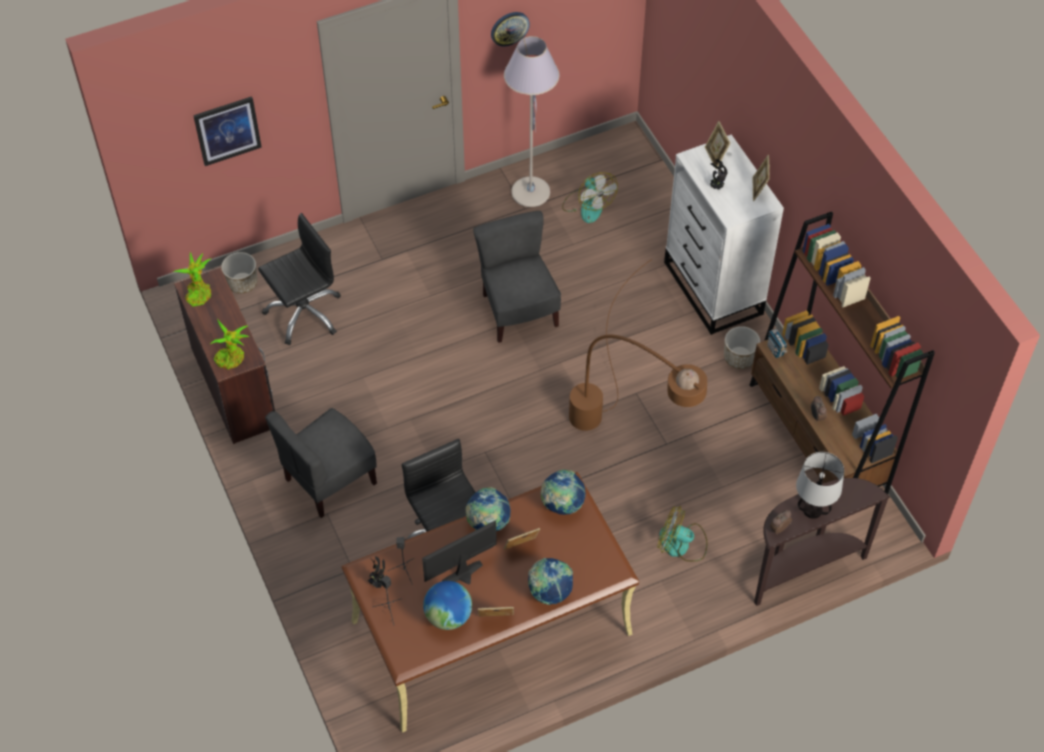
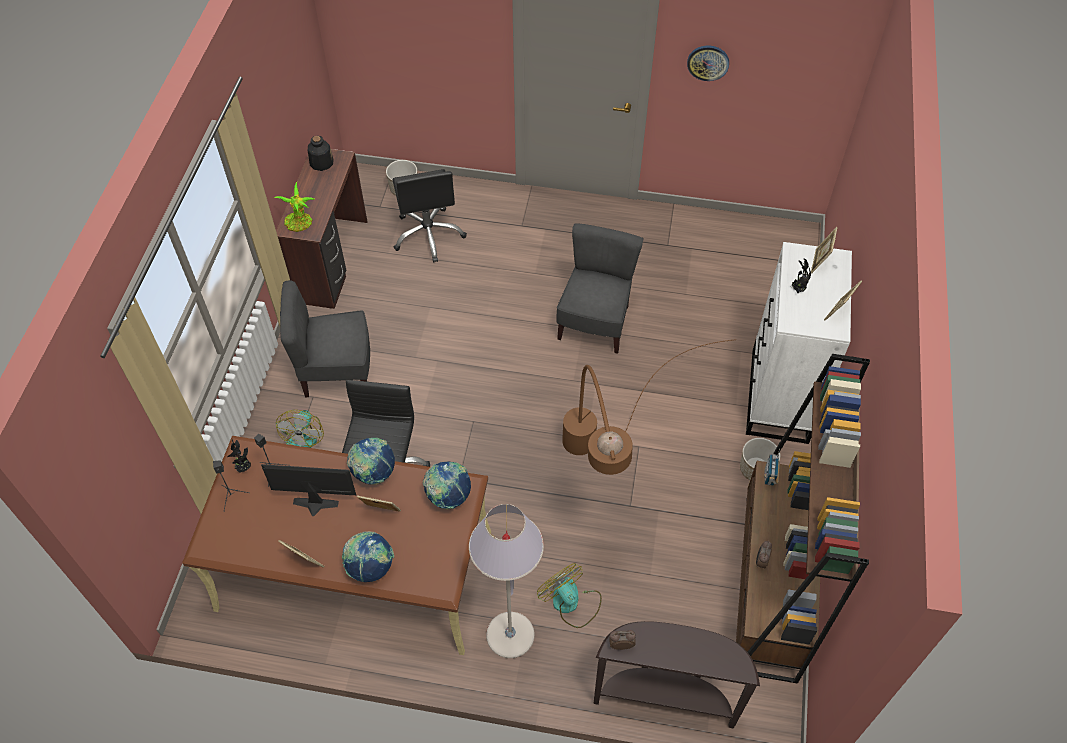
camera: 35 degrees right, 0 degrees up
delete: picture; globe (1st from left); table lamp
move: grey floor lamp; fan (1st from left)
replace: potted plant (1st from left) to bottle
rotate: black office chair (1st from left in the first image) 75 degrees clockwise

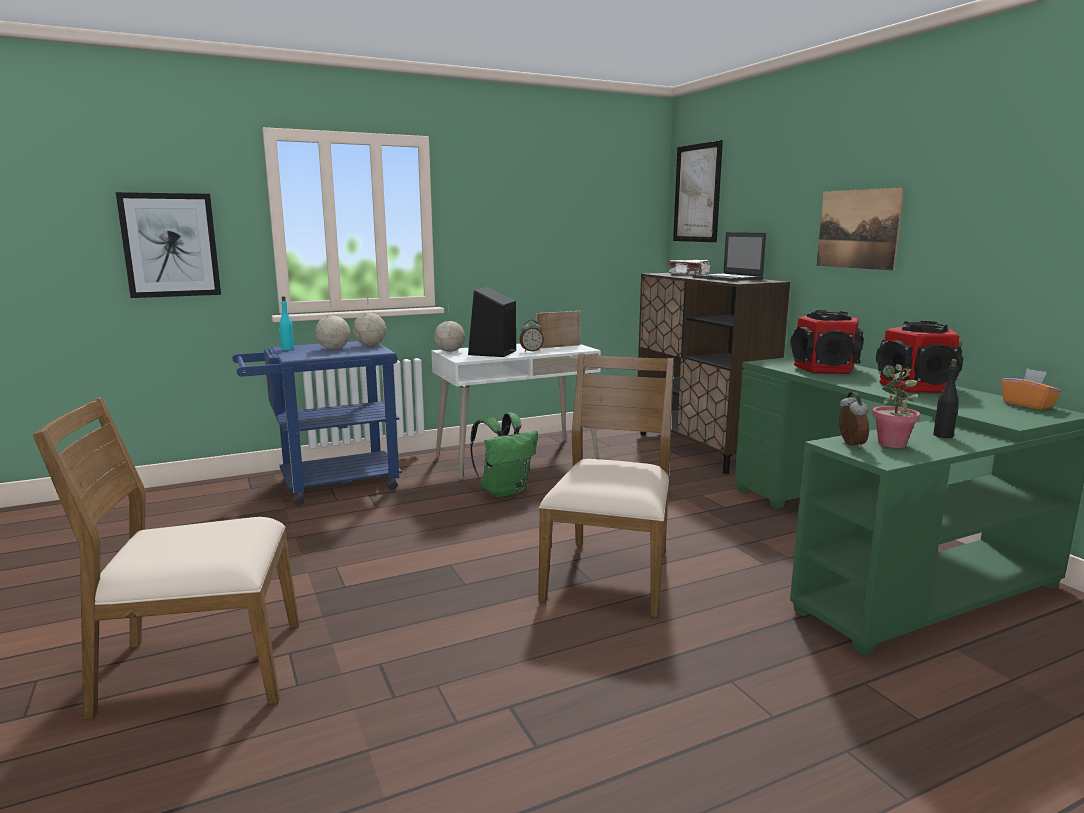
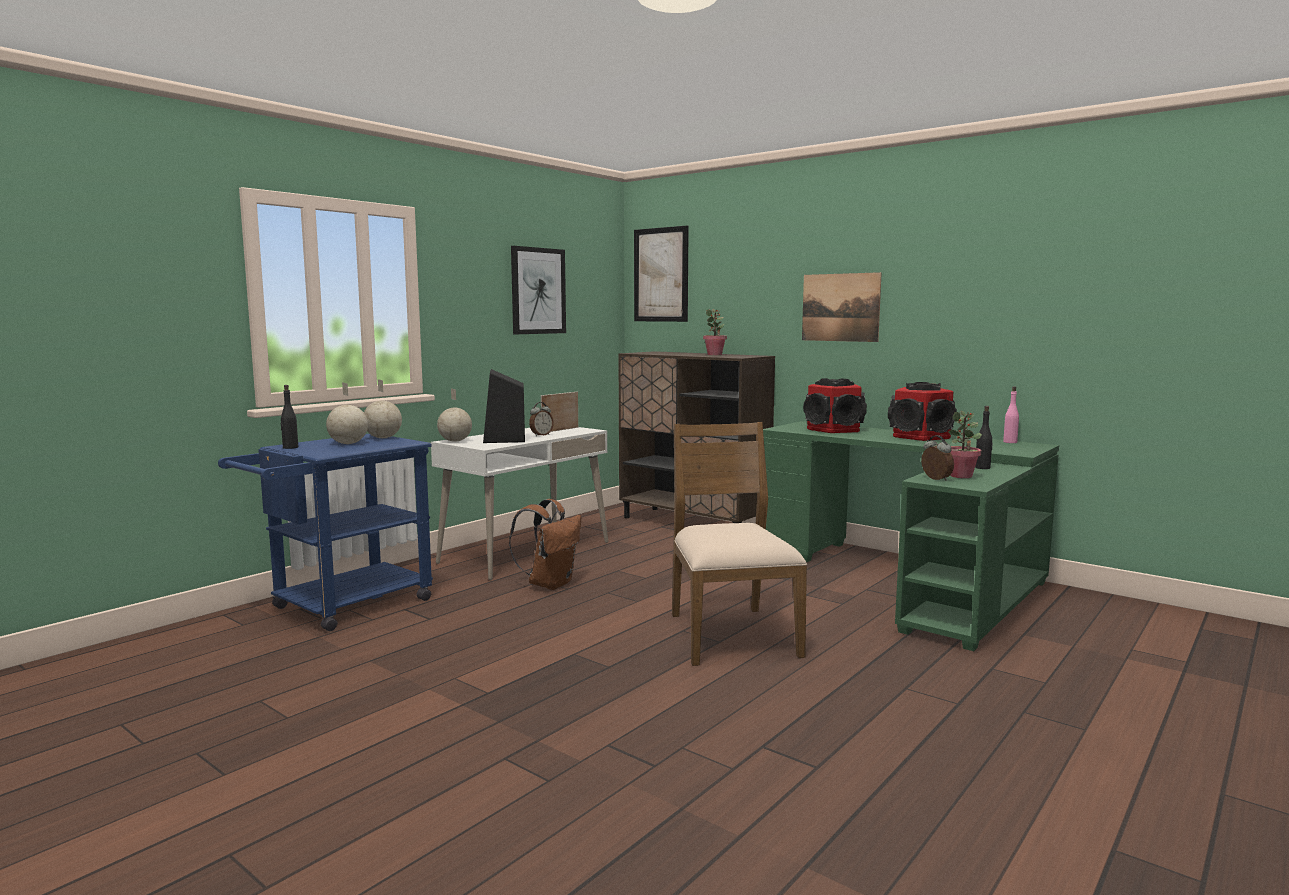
camera: 25 degrees left, 5 degrees down
delete: brown chair (1st from left); white book
move: picture (1st from left)
replace: laptop to potted plant (1st from left); orange tissue box to pink bottle
recolor: turquoise bottle to black bottle (1st from left); green backpack to brown backpack

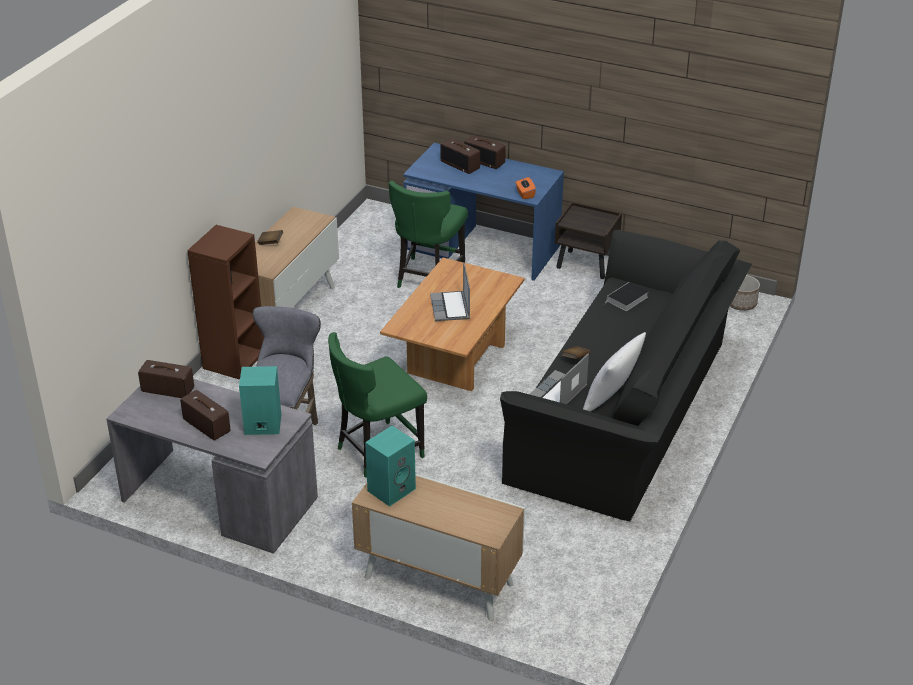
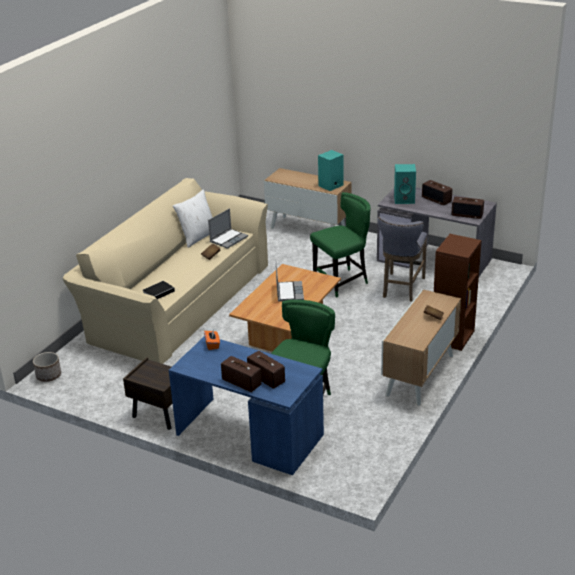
camera: 175 degrees left, 5 degrees down
recolor: black sofa to beige sofa

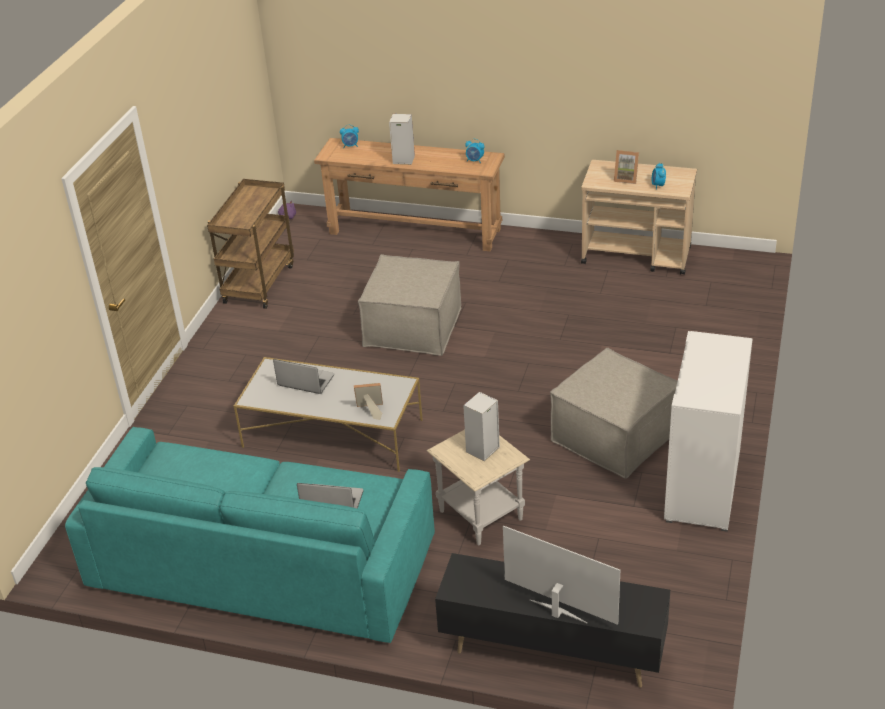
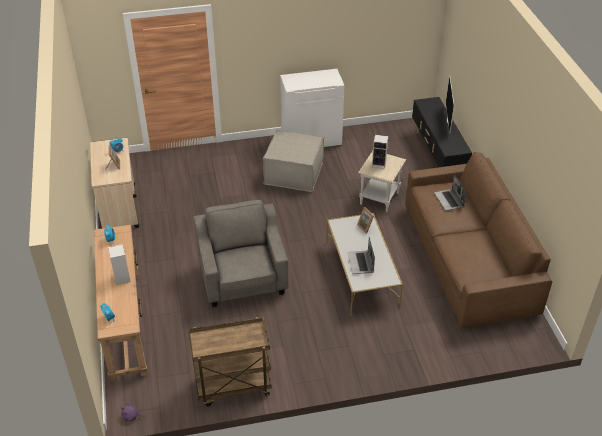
camera: 120 degrees left, 5 degrees up
replace: beige ottoman (1st from left) to grey armchair
recolor: turquoise sofa to brown sofa

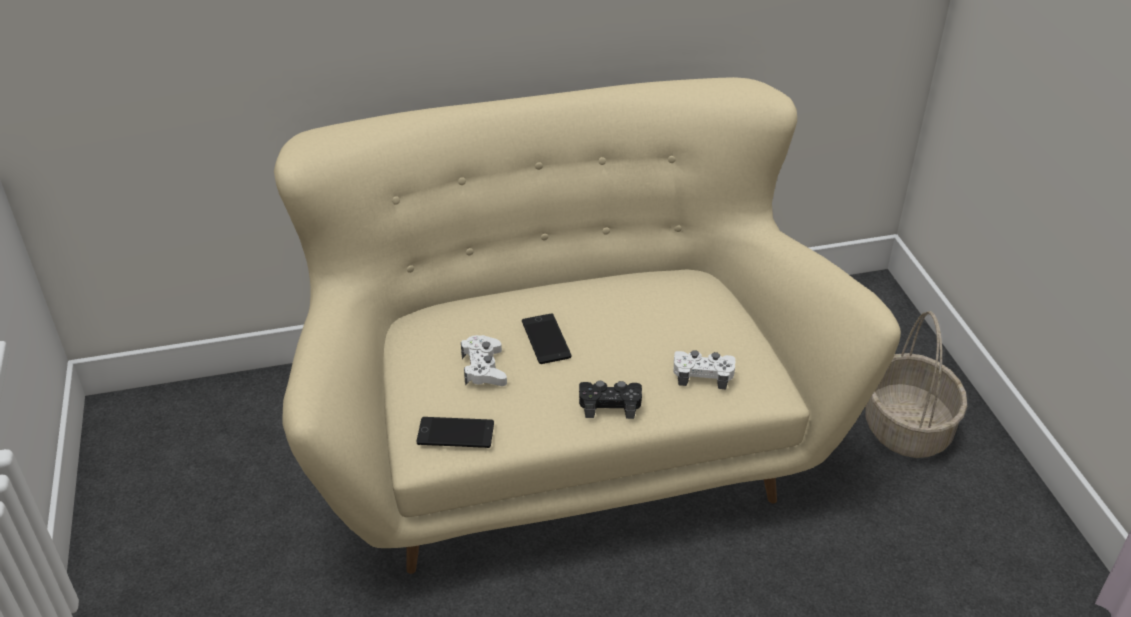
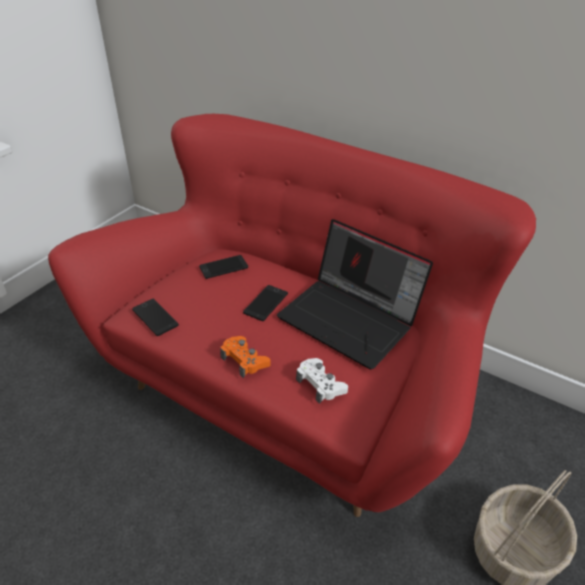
camera: 45 degrees right, 0 degrees up
delete: white game controller (1st from left)
insert: phone (2nd from left); laptop
recolor: beige sofa to red sofa; black game controller to orange game controller

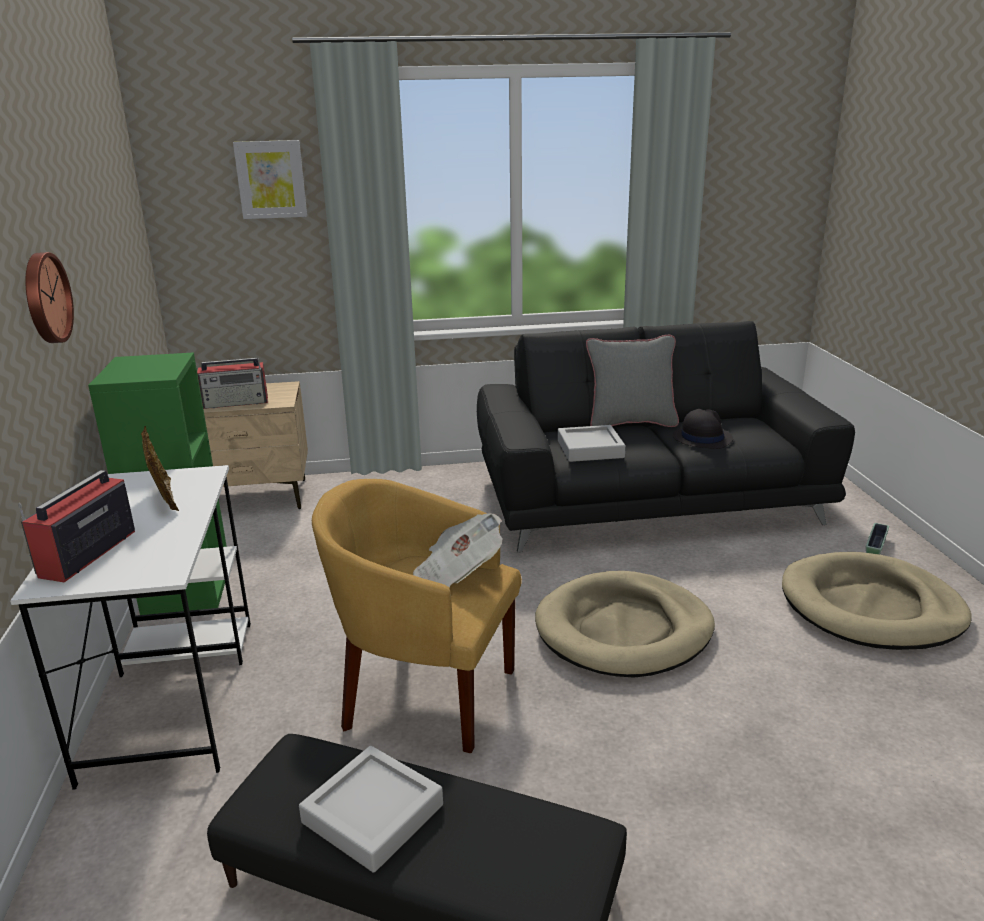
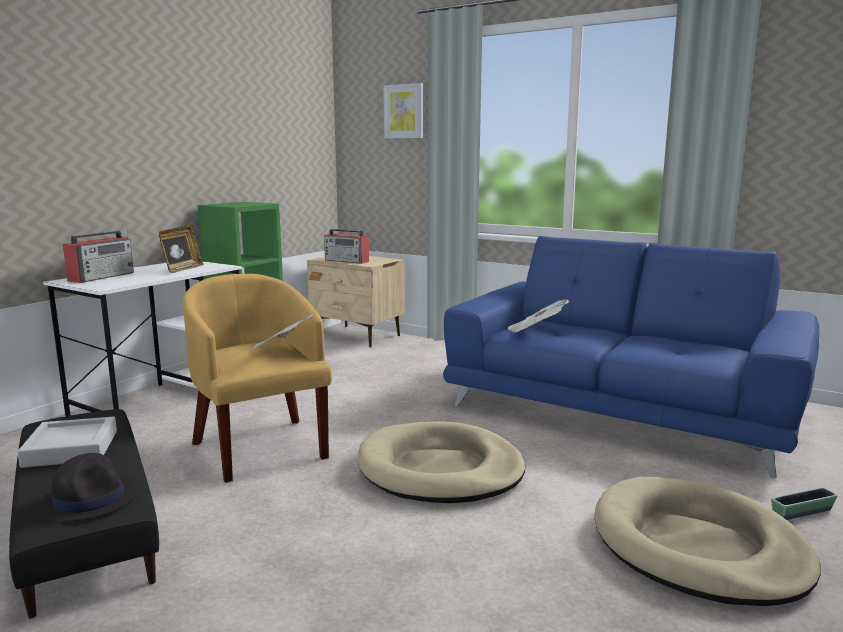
camera: 40 degrees right, 10 degrees down
delete: wall clock; grey pillow
move: black hat
replace: grey tray (2nd from left) to newspaper (2nd from left)
recolor: black sofa to blue sofa
rotate: radio (1st from left) 150 degrees clockwise

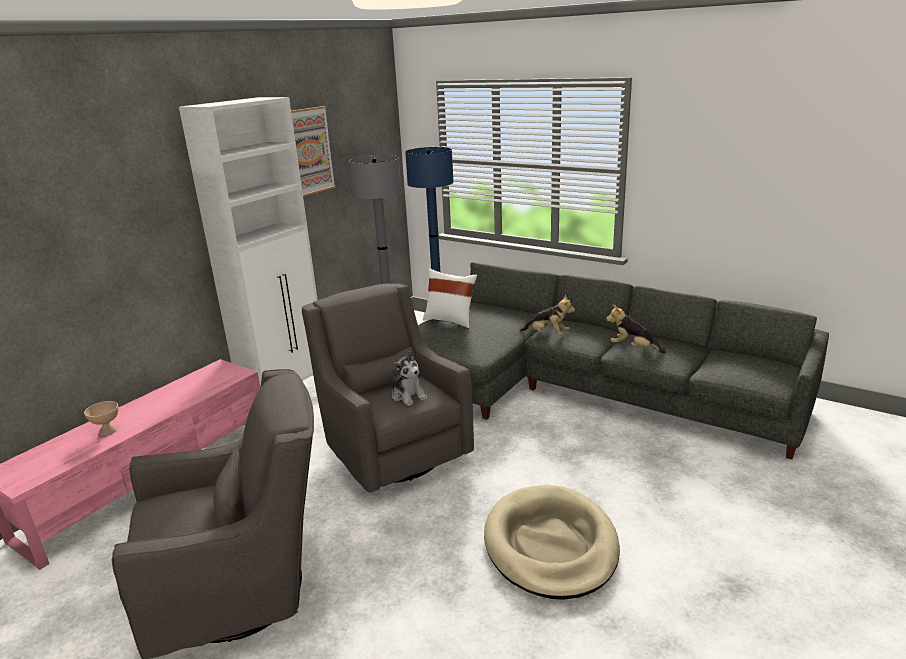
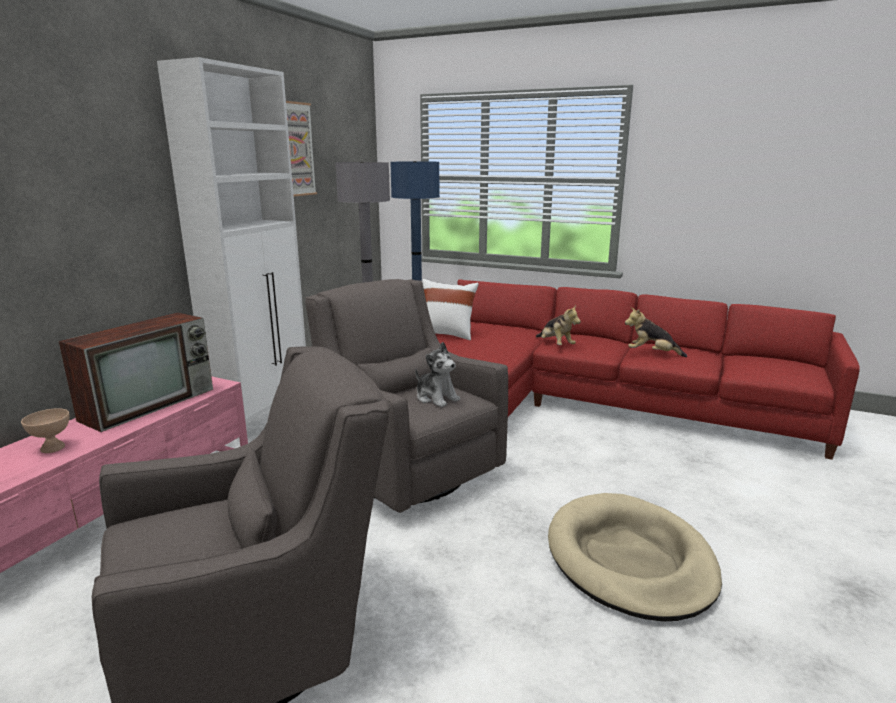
camera: 10 degrees left, 5 degrees down
insert: television
recolor: grey sofa to red sofa
rotate: plush toy (2nd from left) 45 degrees clockwise

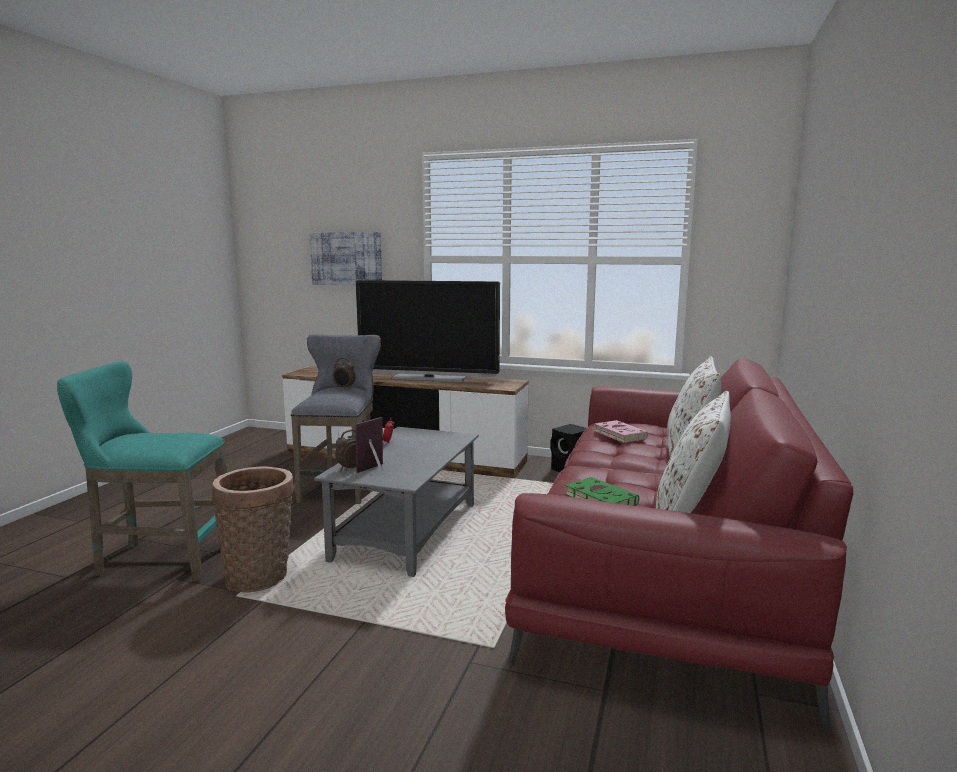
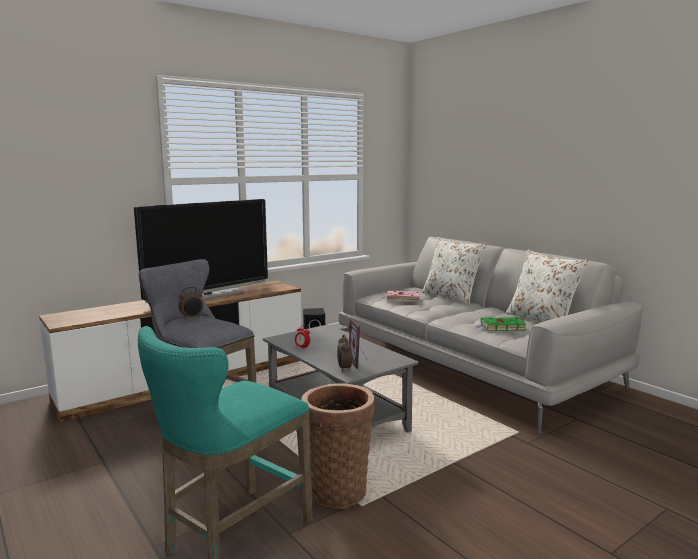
camera: 55 degrees left, 0 degrees up
delete: picture
recolor: red sofa to grey sofa

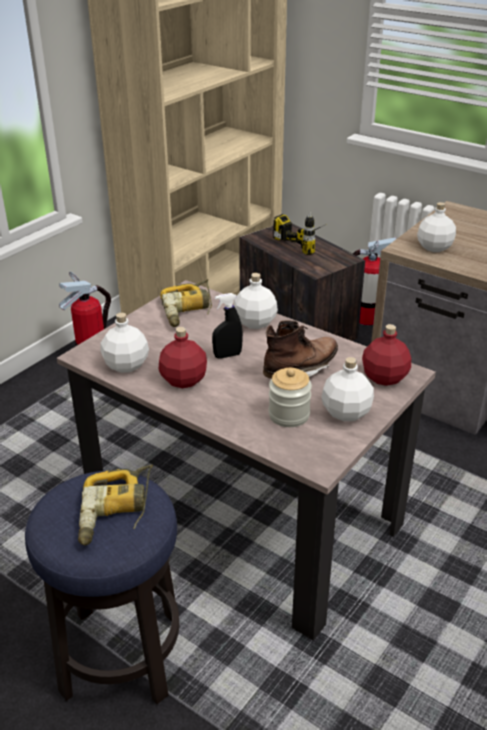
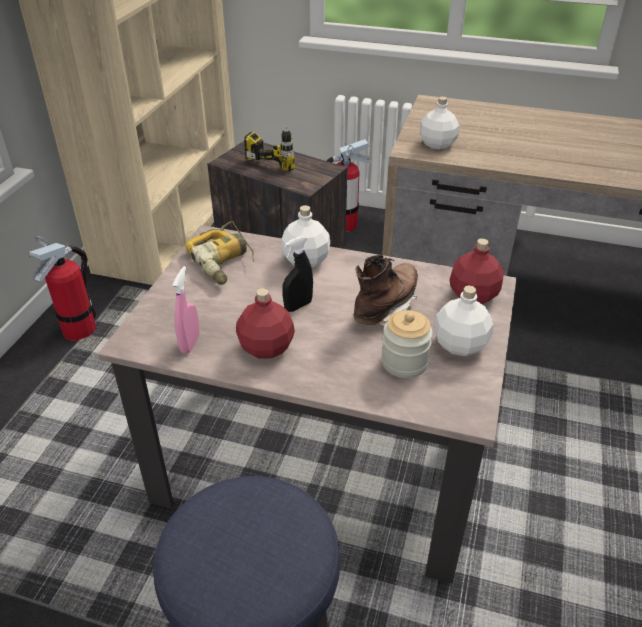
camera: 20 degrees left, 5 degrees up
delete: power drill (1st from left)
replace: white bottle (1st from left) to pink spray bottle

